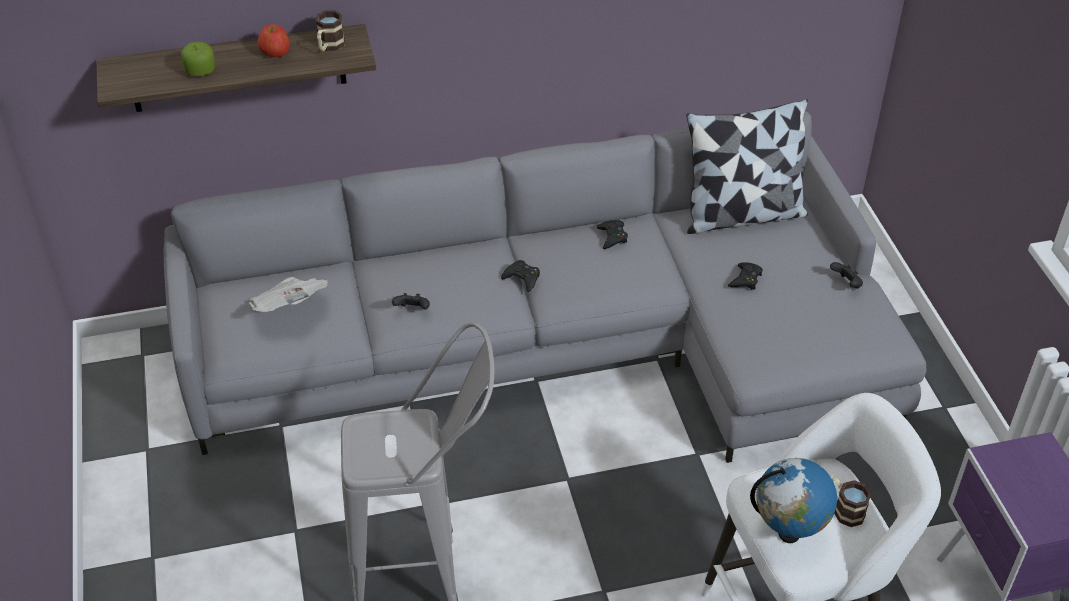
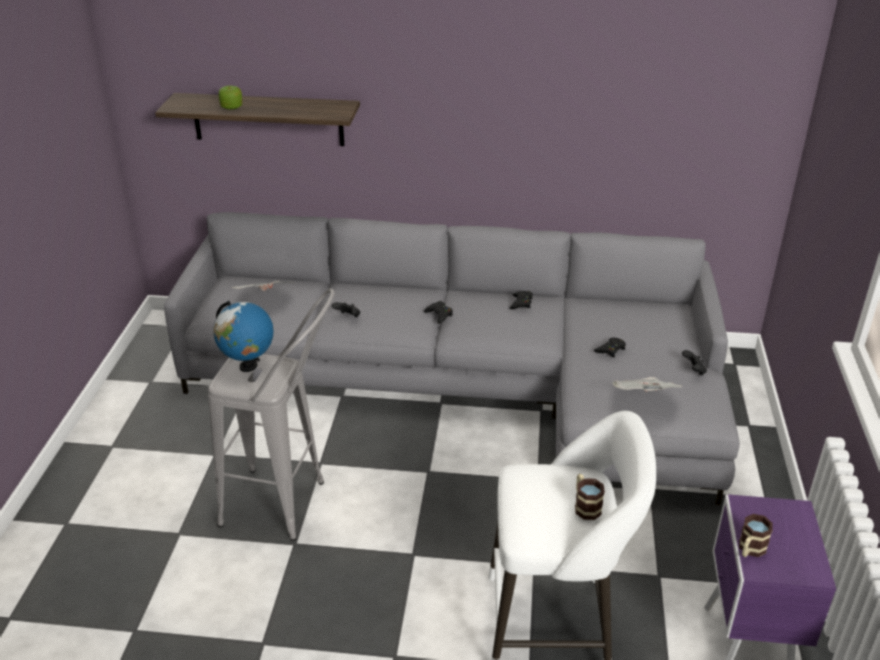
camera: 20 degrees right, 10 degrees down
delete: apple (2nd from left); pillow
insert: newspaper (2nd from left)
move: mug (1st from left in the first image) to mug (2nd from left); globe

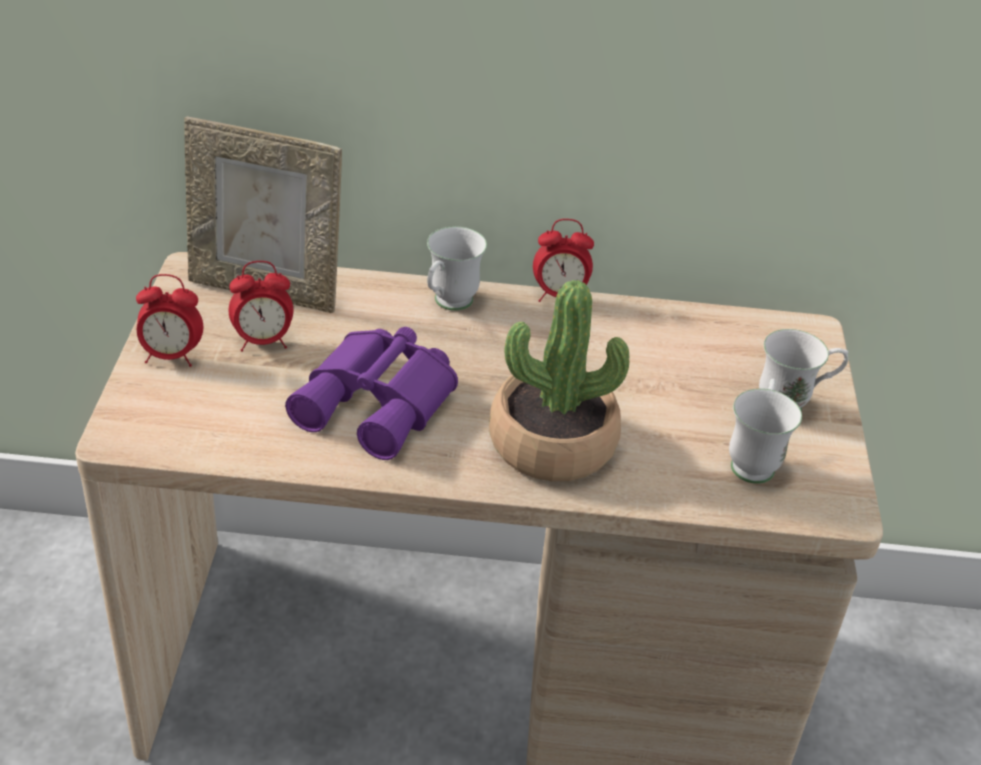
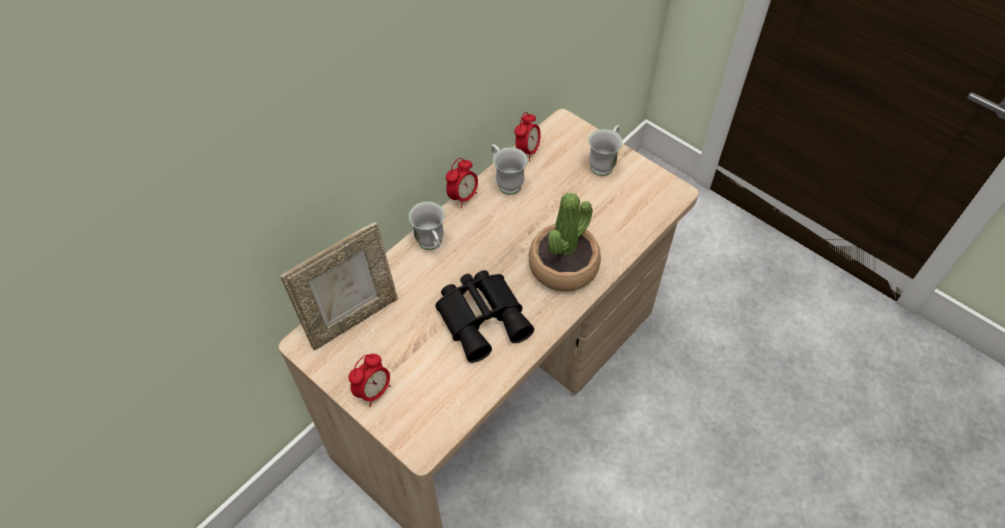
camera: 50 degrees left, 15 degrees up
move: alarm clock (2nd from left in the first image) to alarm clock (3rd from left); white mug (2nd from left)
recolor: purple binoculars to black binoculars

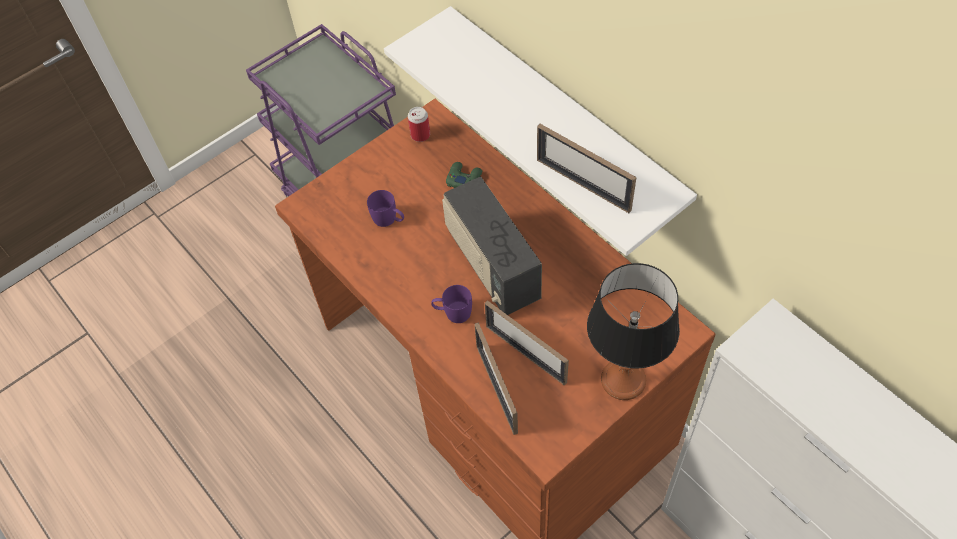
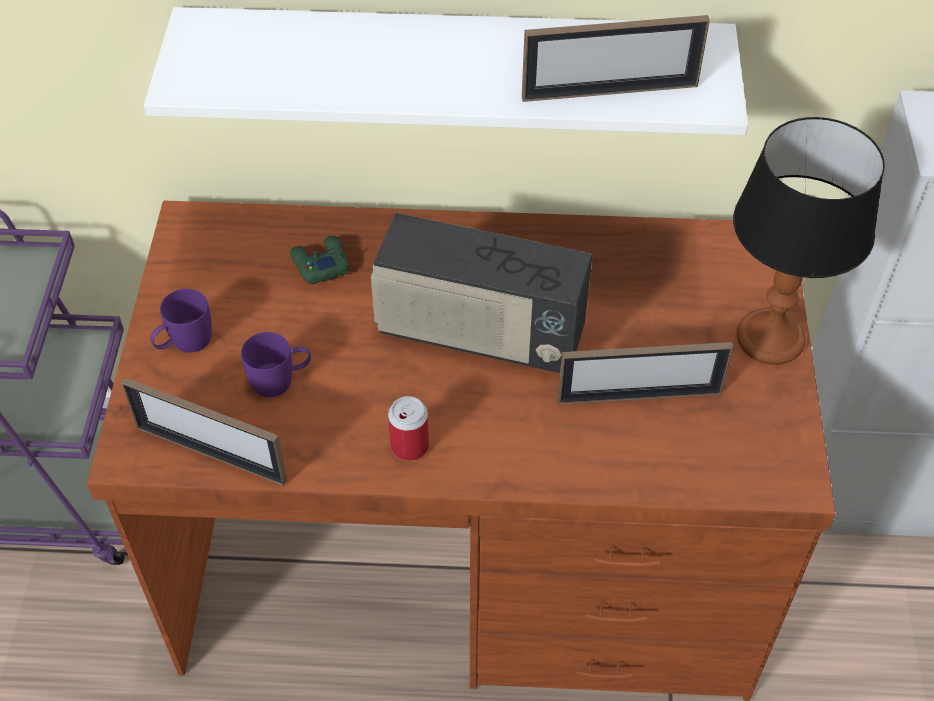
camera: 50 degrees left, 5 degrees down
move: can; purple mug (2nd from left in the first image) to purple mug (1st from left); picture frame (1st from left)

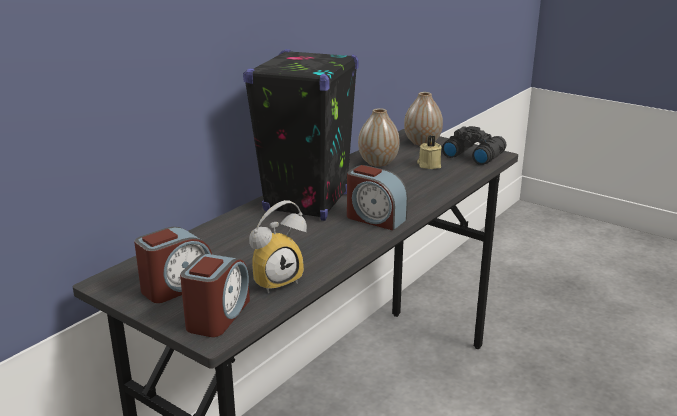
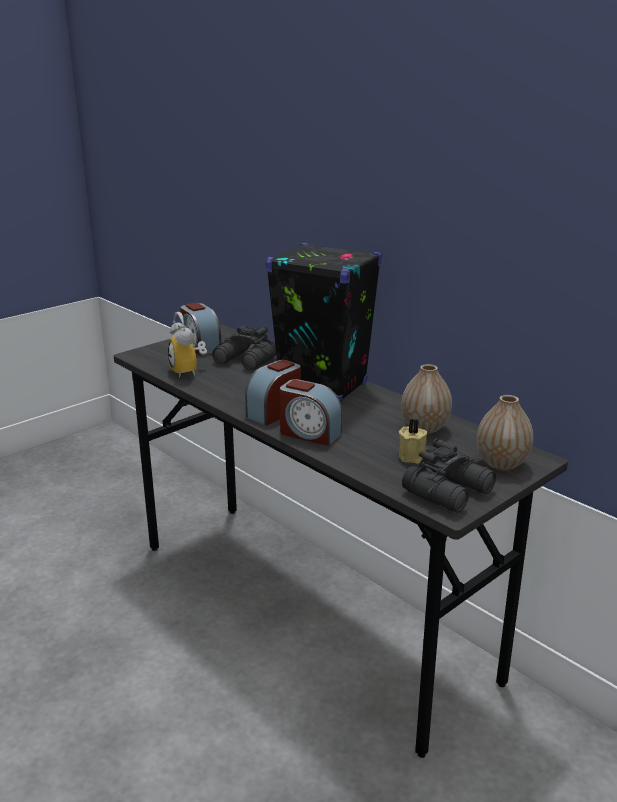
camera: 100 degrees right, 0 degrees up
insert: black binoculars (1st from left)
move: alarm clock (2nd from left in the first image) to alarm clock (4th from left)

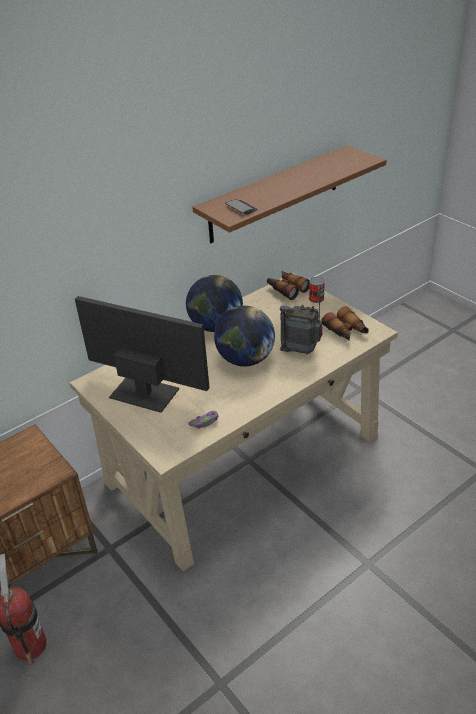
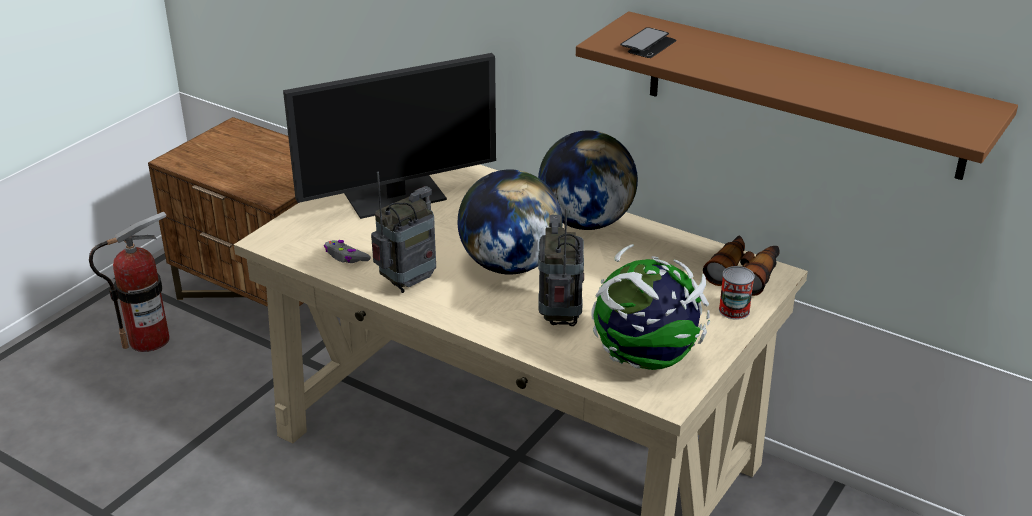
camera: 70 degrees right, 5 degrees down
insert: radio (1st from left)
replace: binoculars (2nd from left) to globe (3rd from left)
rotate: monitor 60 degrees clockwise

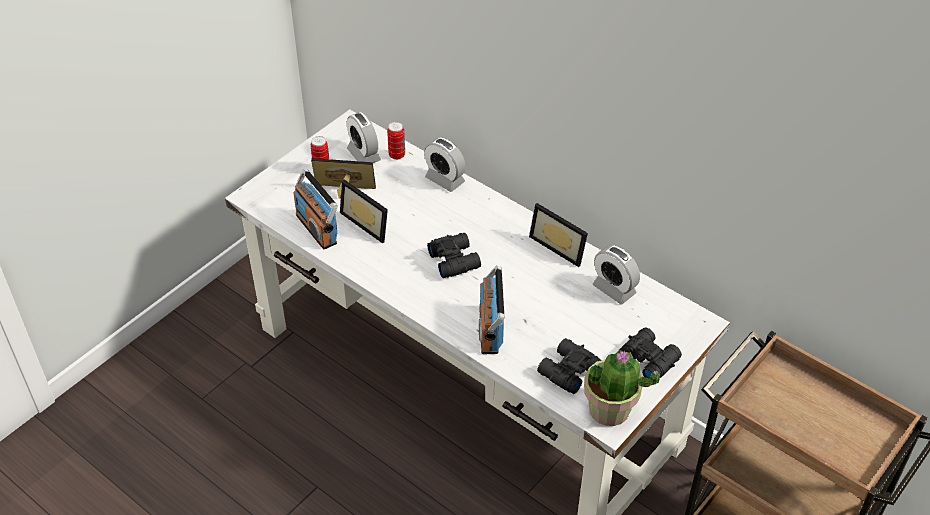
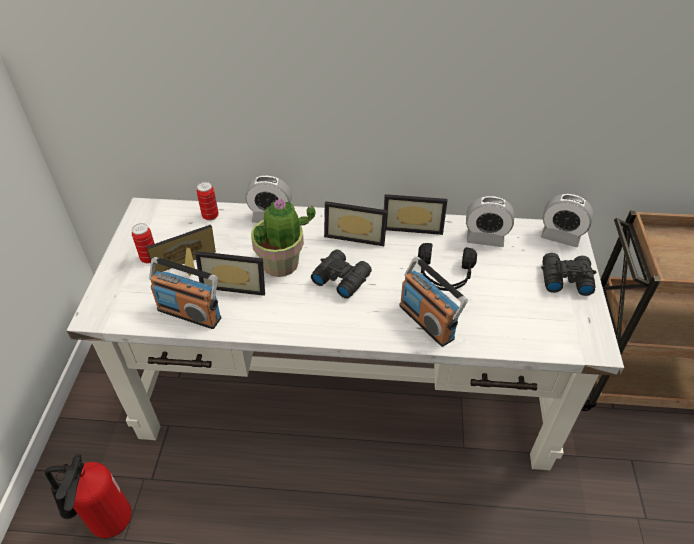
camera: 35 degrees left, 0 degrees up
delete: black binoculars (2nd from left)
insert: fire extinguisher; picture frame (3rd from left); black headphones
move: alarm clock (1st from left in the first image) to alarm clock (3rd from left); potted plant

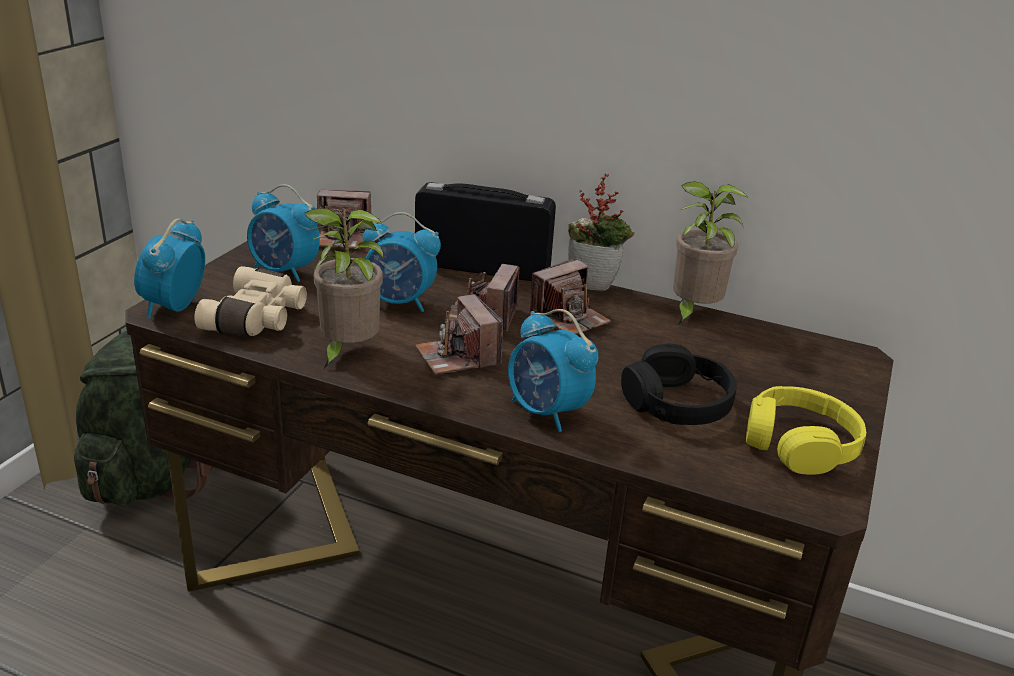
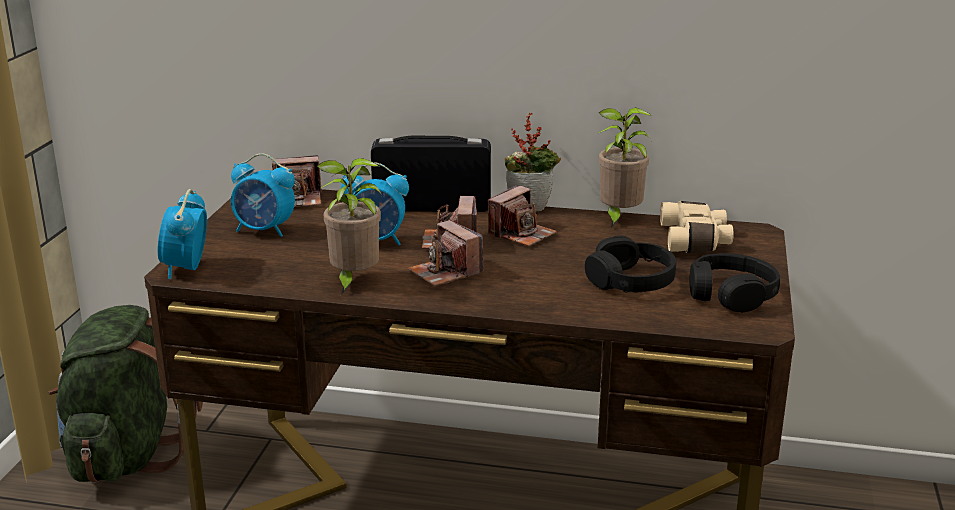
camera: 10 degrees left, 5 degrees down
delete: alarm clock (4th from left)
move: beige binoculars
recolor: yellow headphones to black headphones (2nd from left)

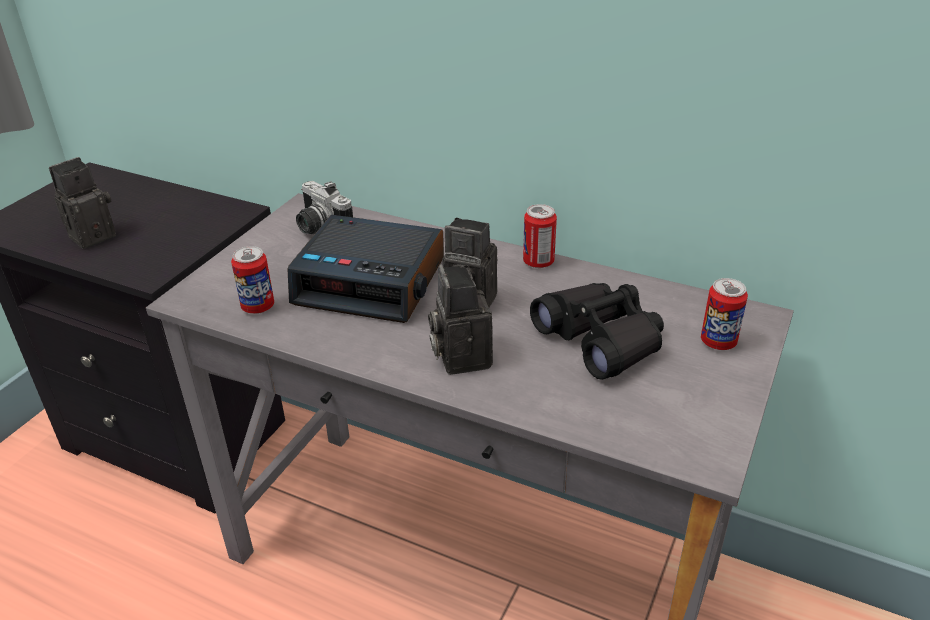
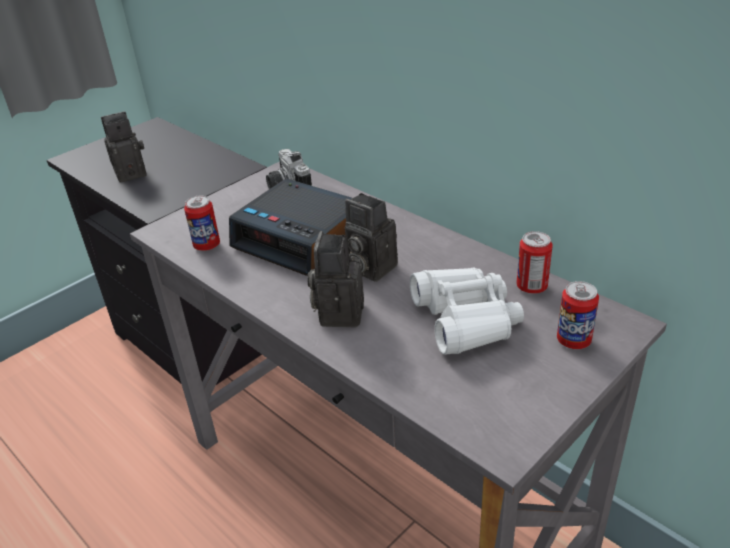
camera: 20 degrees right, 0 degrees up
move: can (2nd from left)
recolor: black binoculars to white binoculars

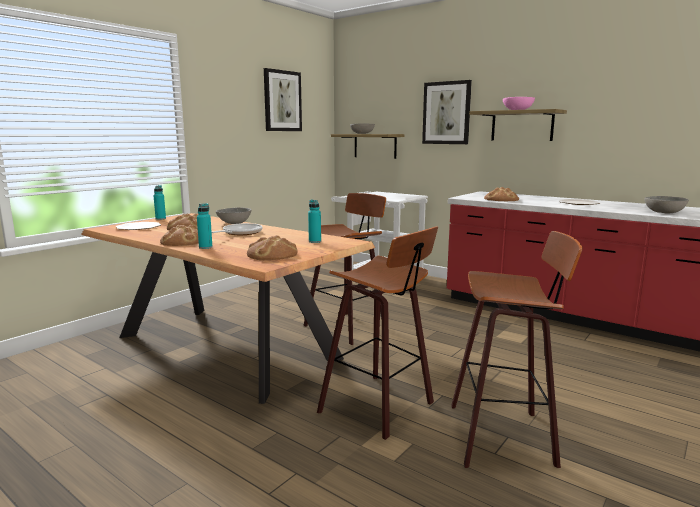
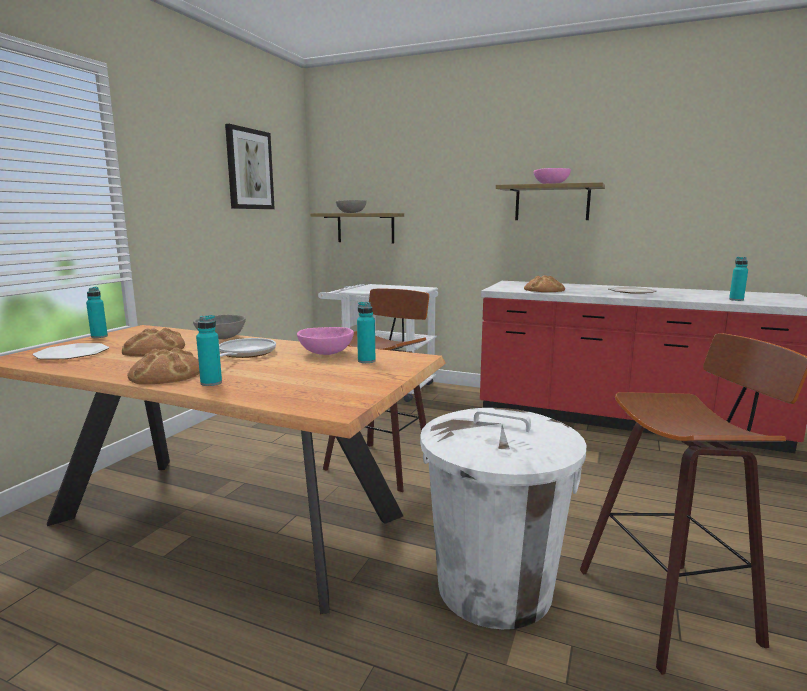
camera: 15 degrees left, 0 degrees up
delete: bread (3rd from left); picture (2nd from left)
insert: pink bowl (1st from left)
replace: stool (2nd from left) to white trash can; grey bowl (3rd from left) to turquoise bottle (4th from left)

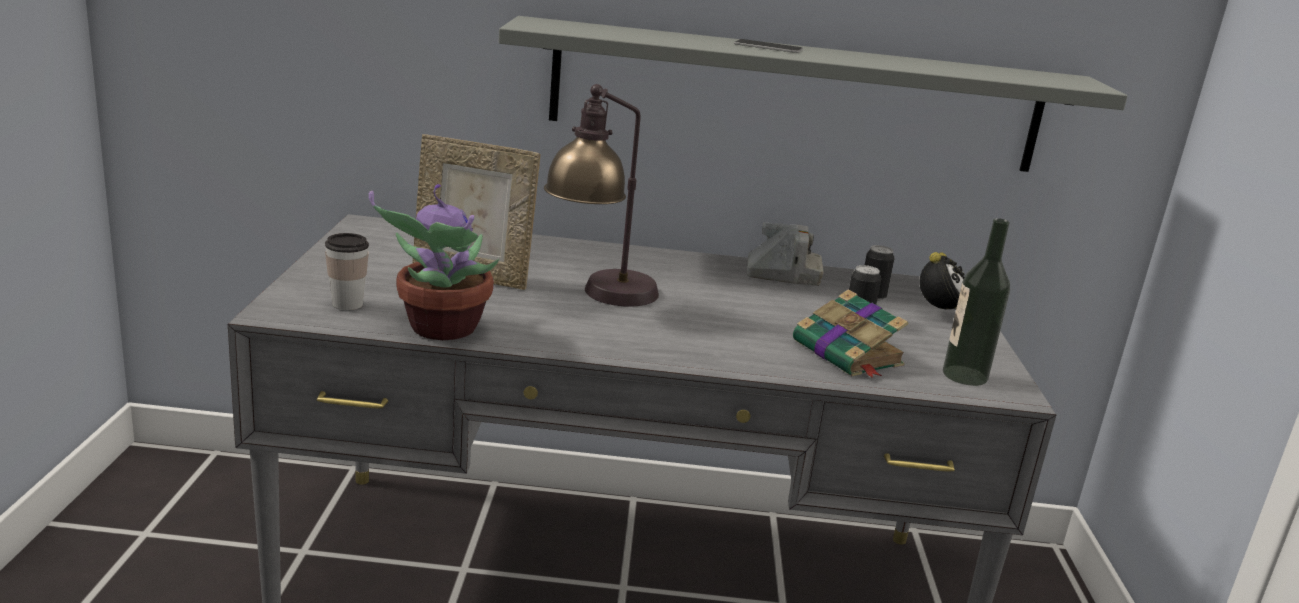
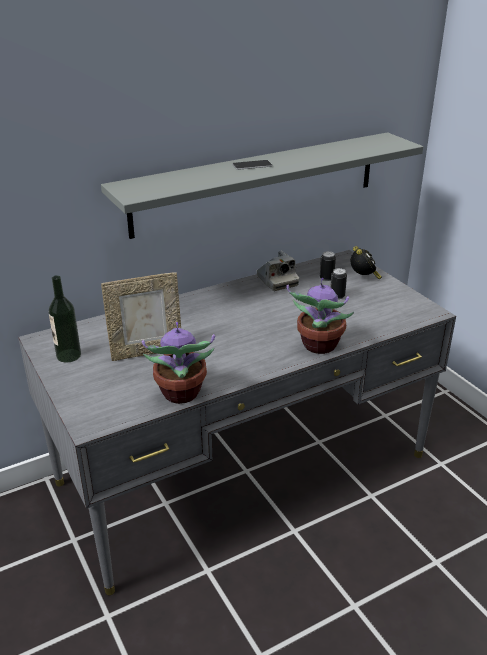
camera: 30 degrees left, 10 degrees up
delete: cup; table lamp; book
insert: potted plant (2nd from left)
move: bottle
rotate: photo camera 90 degrees clockwise

